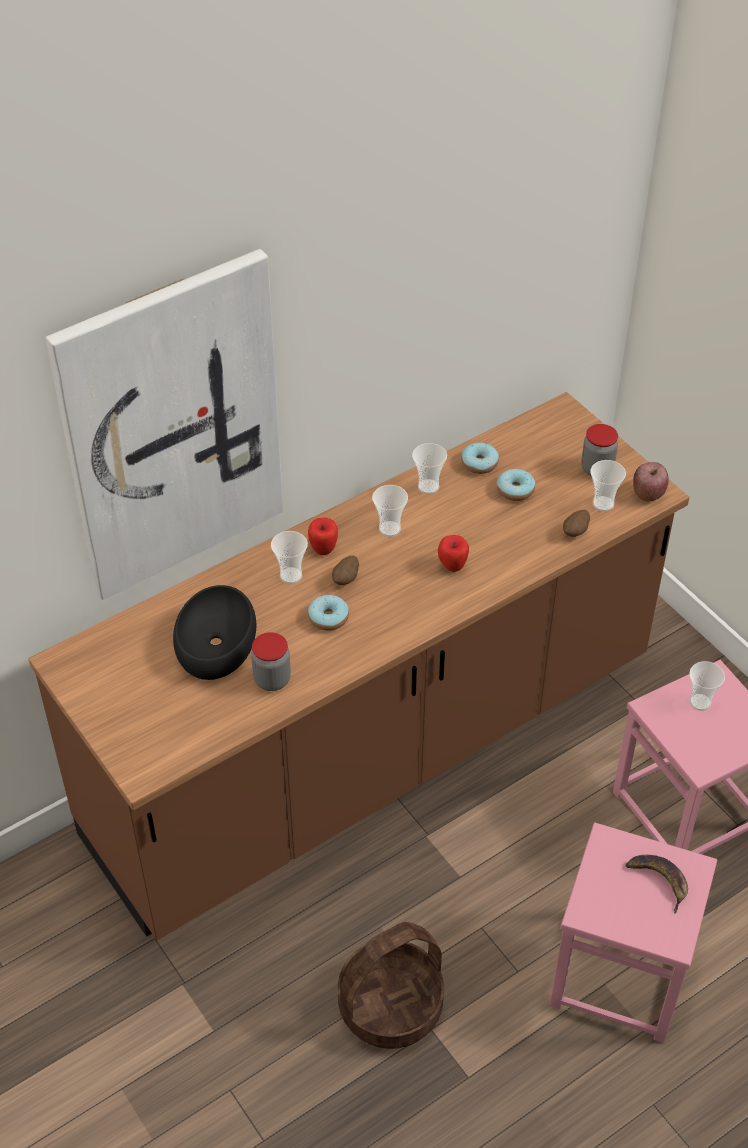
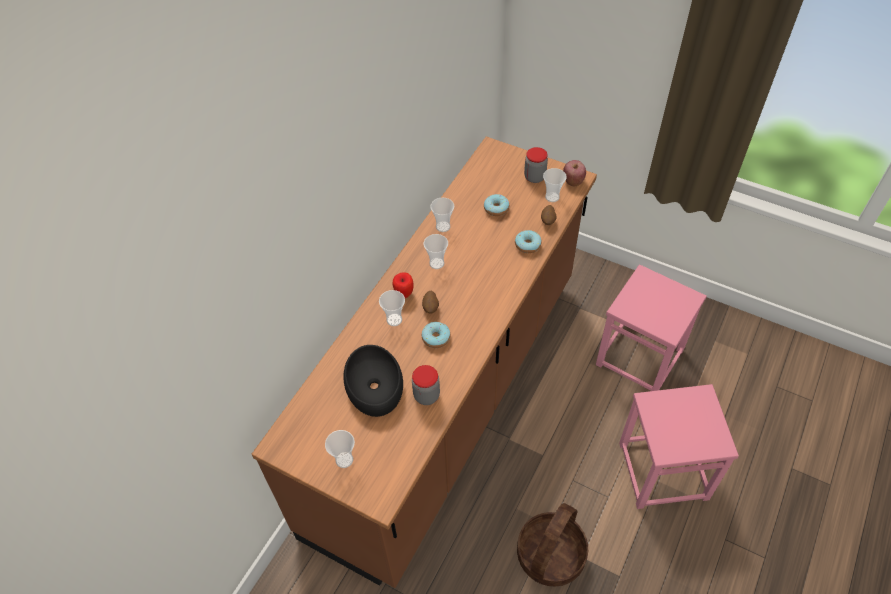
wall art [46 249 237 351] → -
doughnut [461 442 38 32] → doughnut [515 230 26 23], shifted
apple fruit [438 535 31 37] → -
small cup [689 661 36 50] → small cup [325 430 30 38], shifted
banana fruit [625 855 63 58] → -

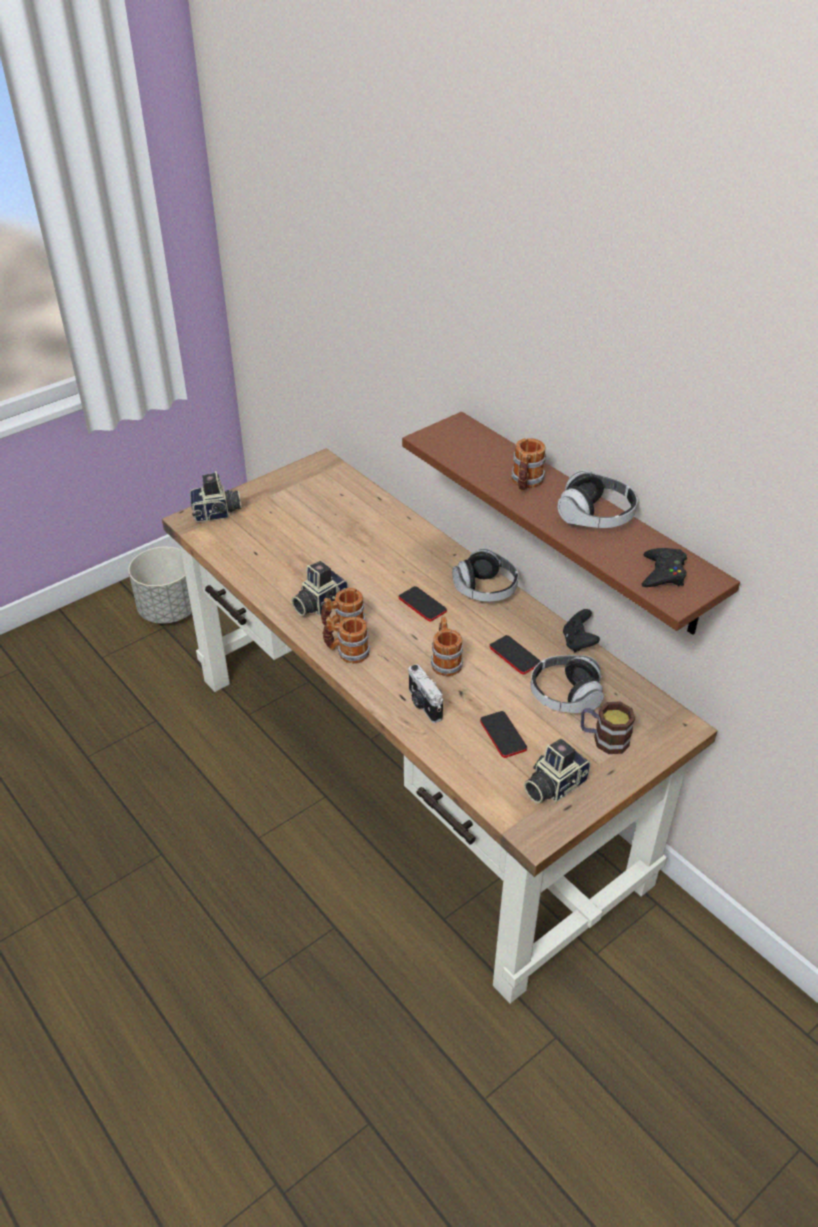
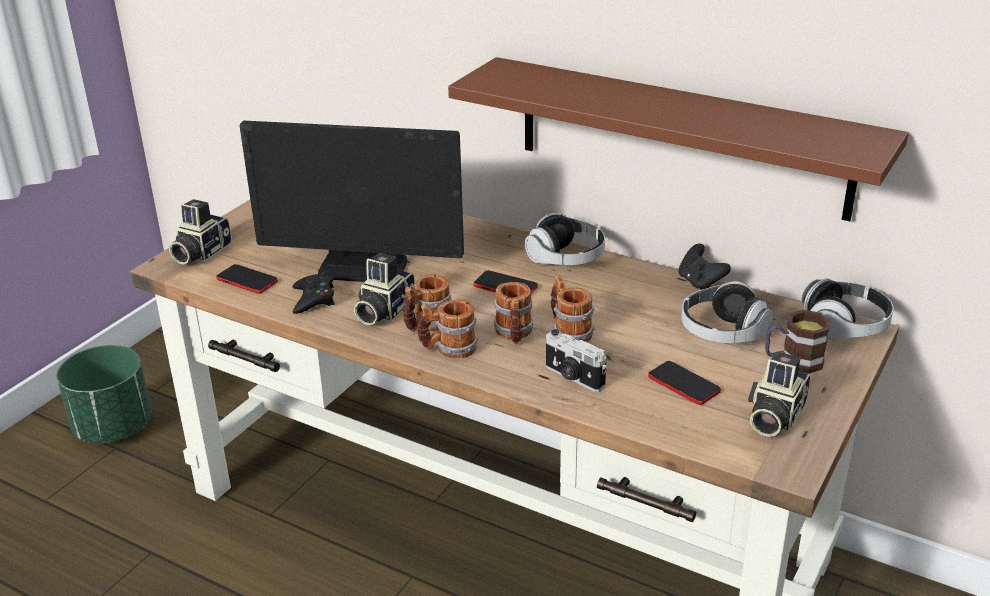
coffee mug [511 438 35 54] → coffee mug [494 282 39 62], shifted
pair of headphones [557 470 80 58] → pair of headphones [801 279 92 60], shifted
still camera [190 471 52 51] → still camera [169 199 63 65], 150 degrees clockwise
grey plant pot [128 547 64 77] → green-coloured plant pot [57 345 95 98]
black game controller [641 548 46 39] → black game controller [293 272 41 42], shifted
handset [489 635 52 40] → handset [216 264 62 30], shifted
- → computer display [240 121 224 161]

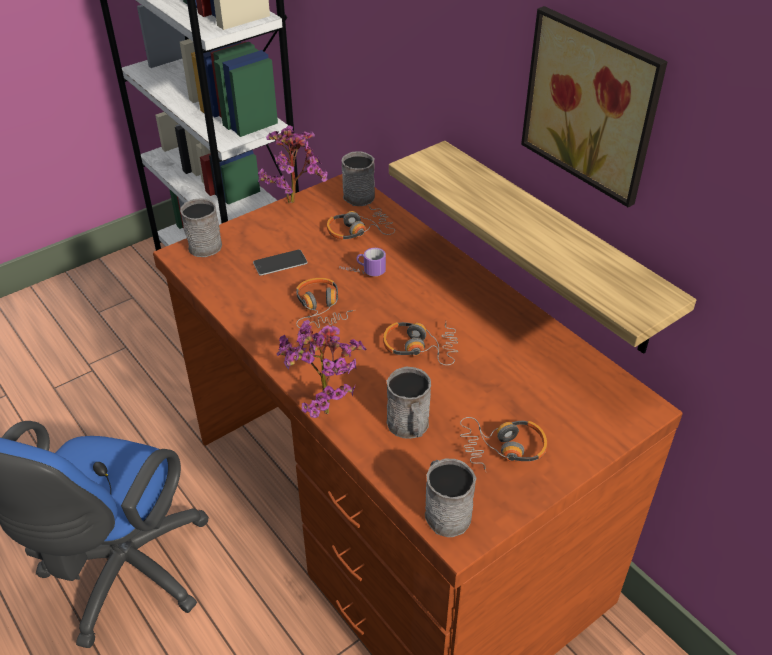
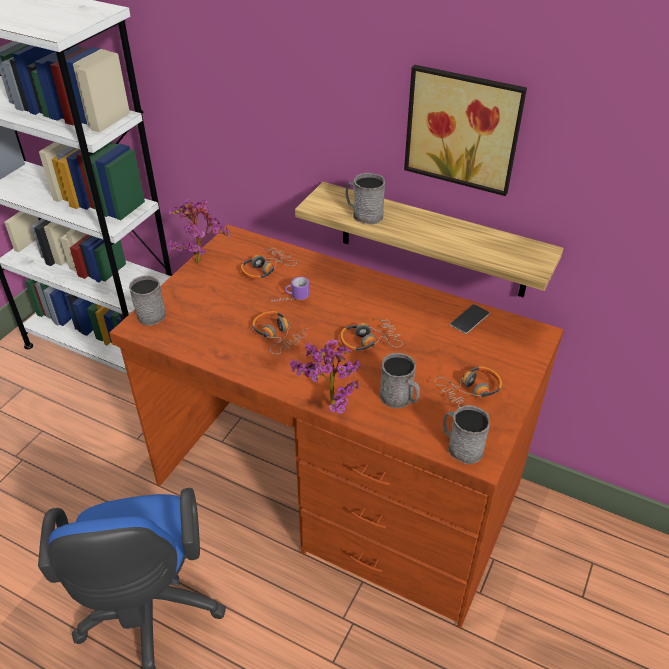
grey coffee mug [341 151 34 55] → grey coffee mug [346 173 39 52], shifted
handset [253 250 55 26] → handset [450 304 40 30], shifted

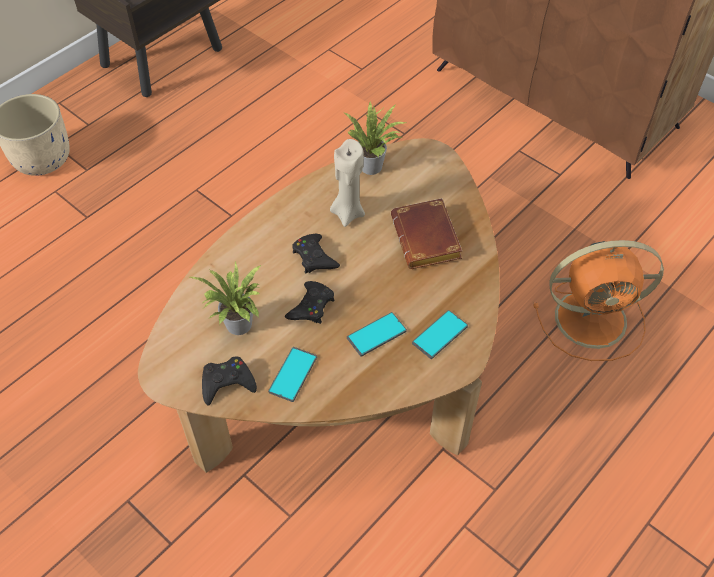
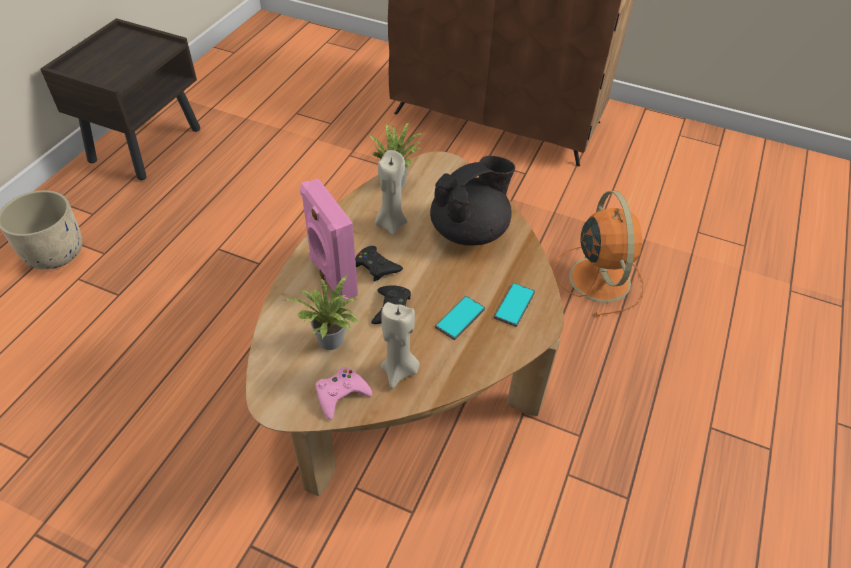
brown book [391 198 71 71] → black teapot [430 156 85 90]
orange-coloured fan [533 240 131 121] → orange-coloured fan [553 191 91 125], 75 degrees counterclockwise
handset [268 347 49 55] → beige-coloured wax light [381 302 39 87]
black game controller [202 356 55 49] → pinkish game controller [315 367 57 53]
- → pinkish audio speaker [300 178 58 124]

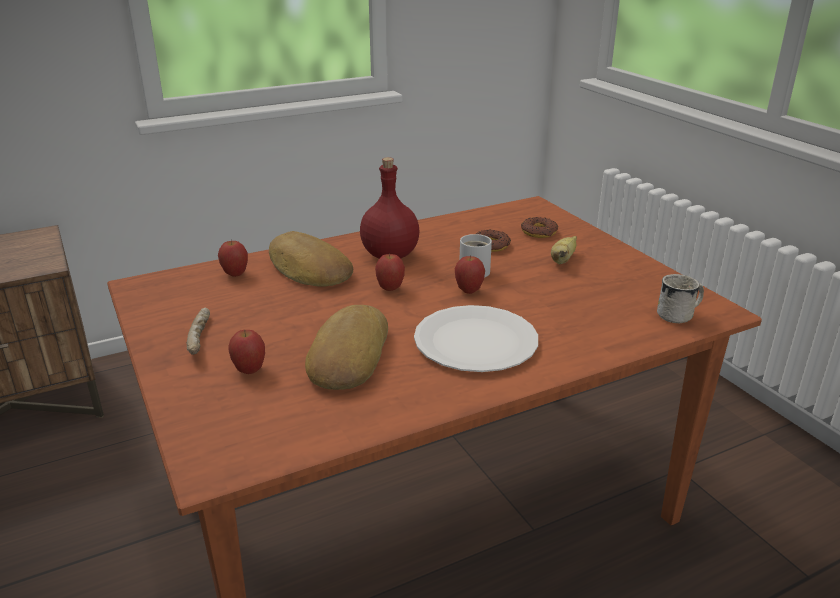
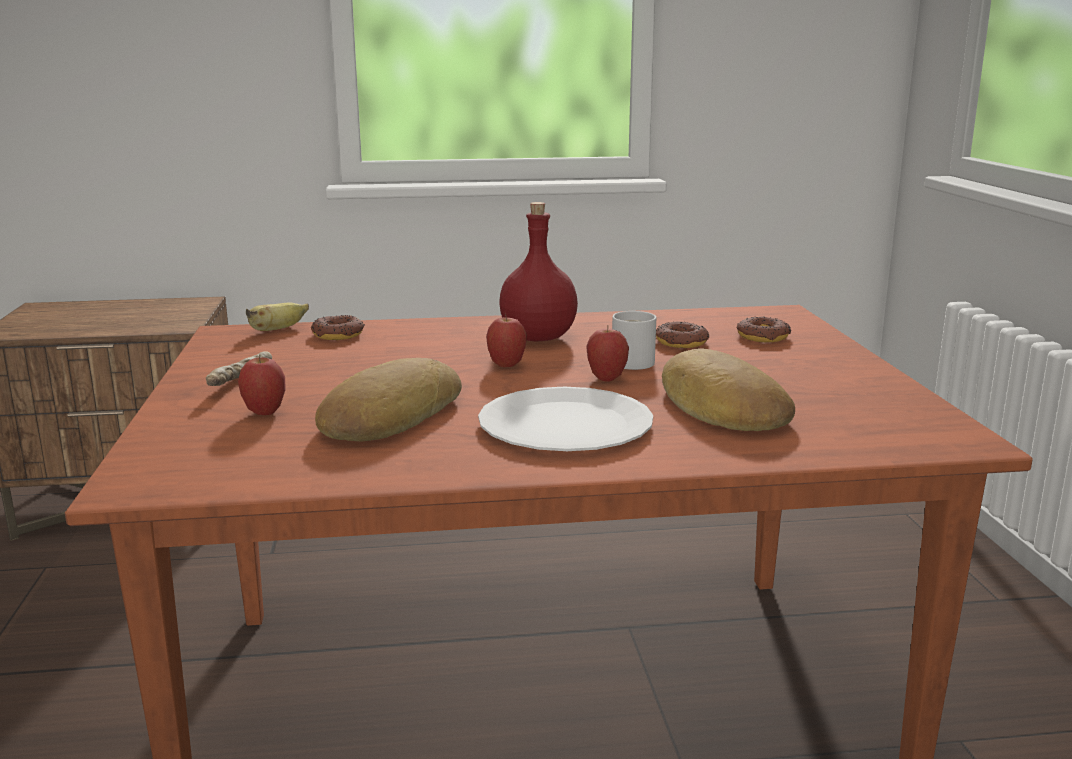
baked bread [269 231 84 56] → baked bread [662 348 133 83], shifted
banana fruit [551 236 26 28] → banana fruit [246 303 63 28], shifted
apple fruit [218 241 30 36] → doughnut [311 315 54 25]
whitish coffee mug [657 274 47 49] → -

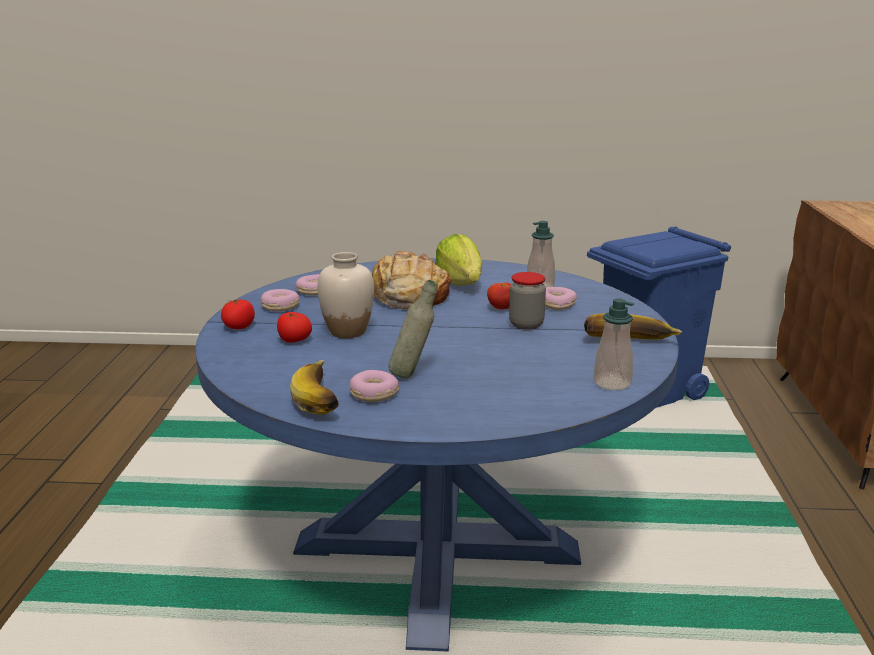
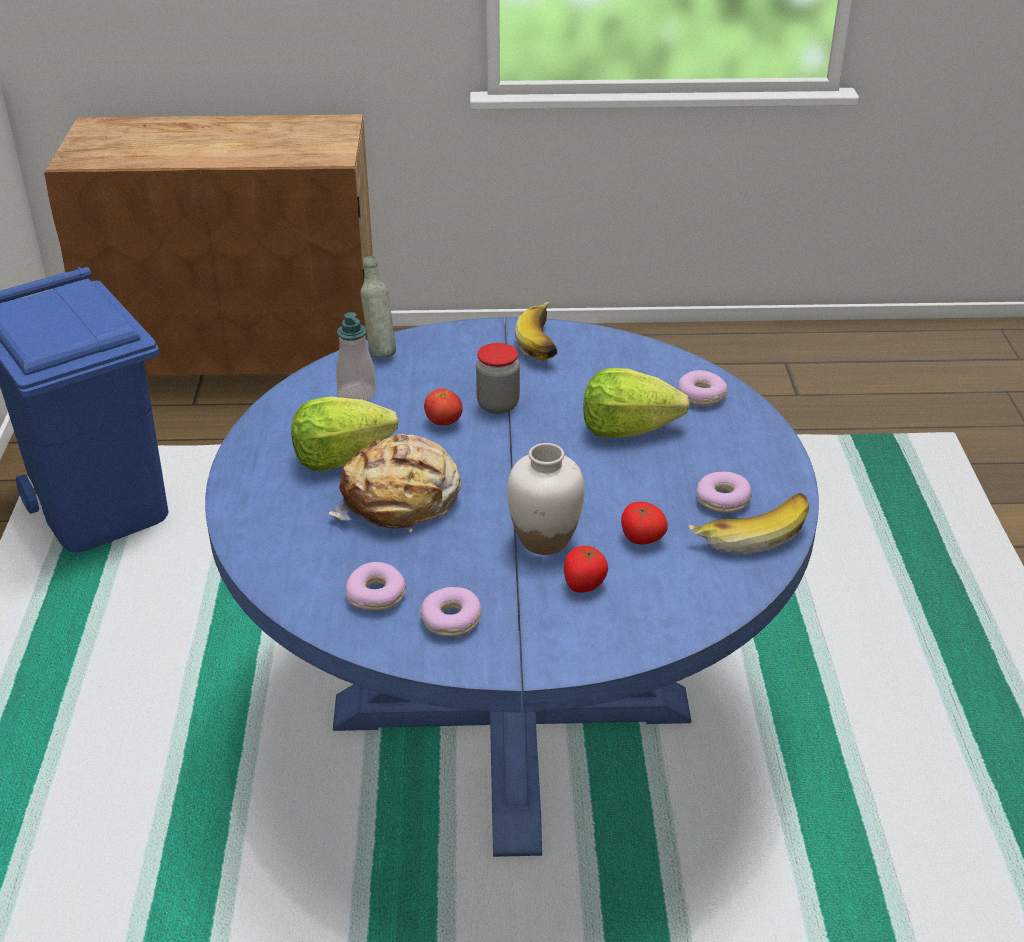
grey bottle [388 280 50 98] → grey bottle [360 256 36 102], shifted
doughnut [545 287 32 23] → doughnut [678 370 50 36], shifted
liquid soap bottle [594 298 40 93] → -
fresh tomato [221 299 34 30] → fresh tomato [621 502 47 43], shifted
- → lettuce [583 368 107 70]

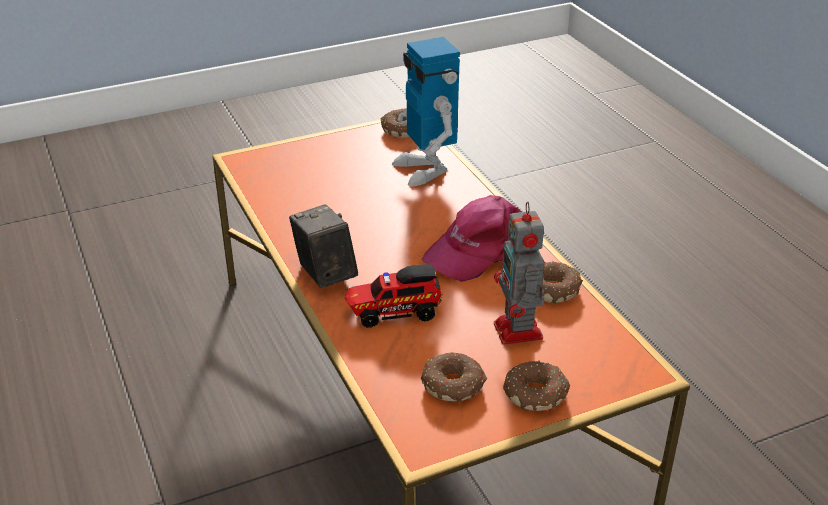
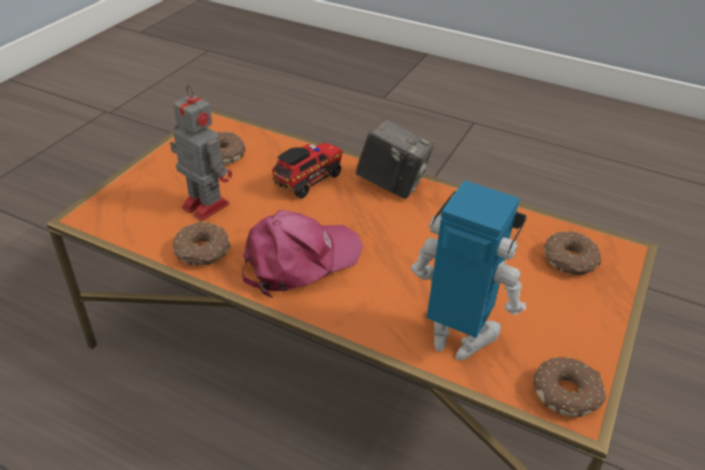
pinkish baseball cap [422 195 99 87] → pinkish baseball cap [242 210 121 88], 45 degrees clockwise
doughnut [503 360 67 51] → doughnut [544 231 57 44], shifted

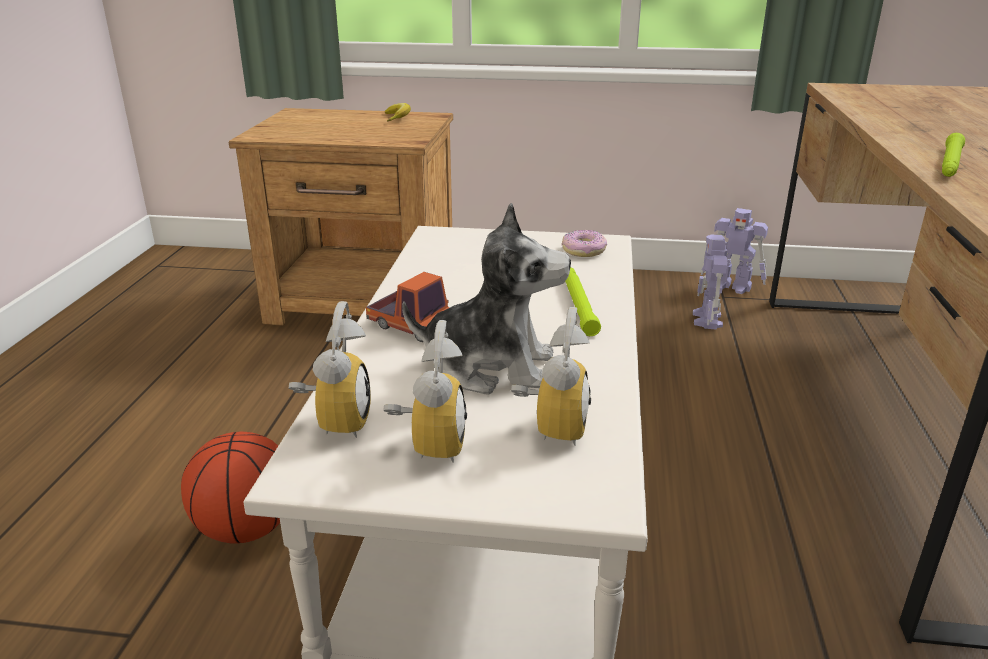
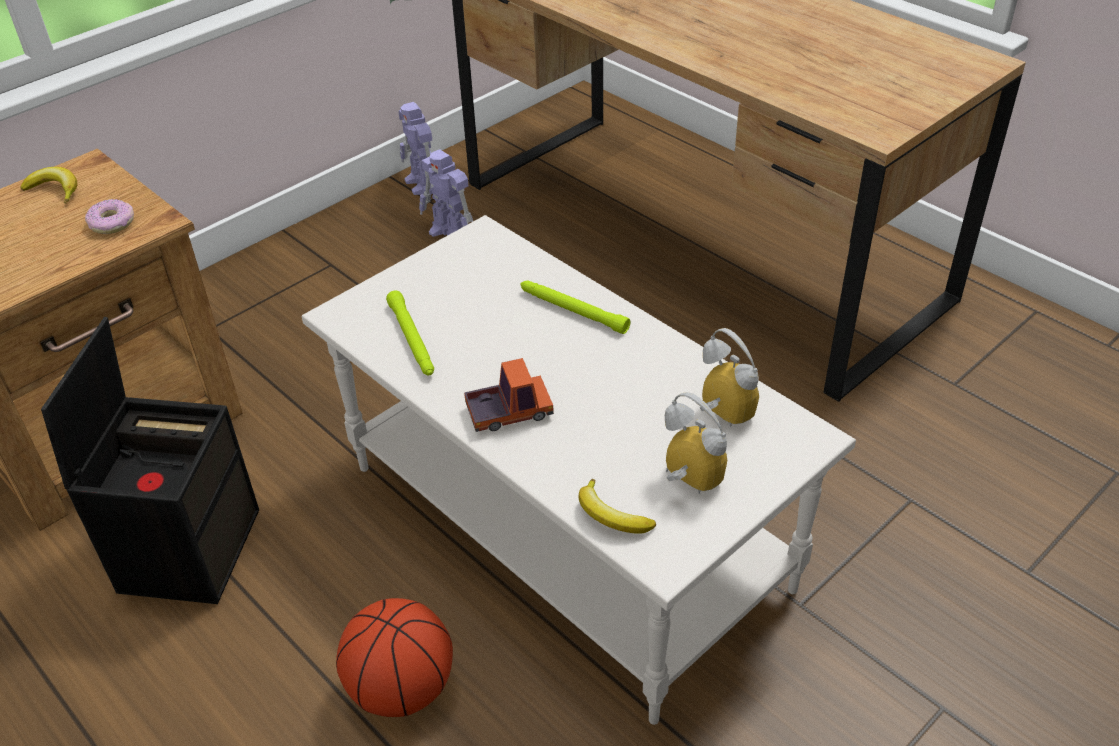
green-coloured torch [942 133 23 44] → green-coloured torch [386 291 48 85], shifted
cuddly toy [402 203 169 191] → -
robot figure [701 208 67 86] → robot figure [399 102 35 93], 90 degrees clockwise
doughnut [562 230 45 27] → doughnut [85 199 49 35], shifted
alarm clock [288 301 83 137] → banana fruit [579 479 77 55]
- → black storage box [41 317 218 287]

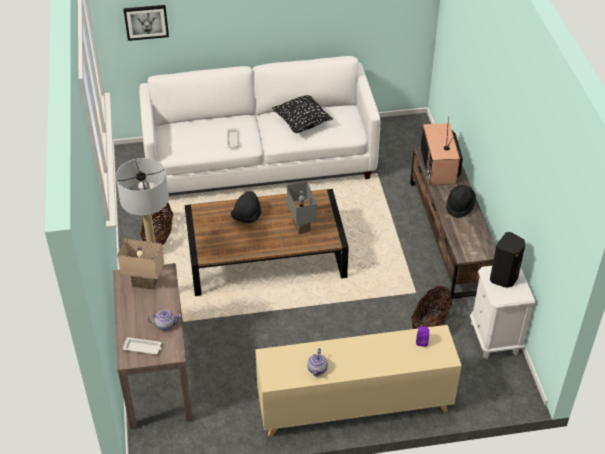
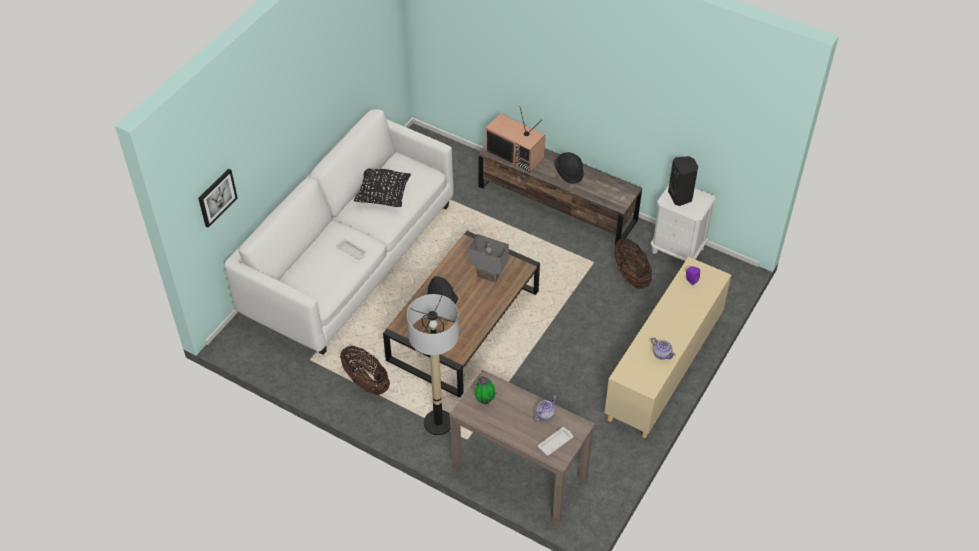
beige-coloured lamp for a table [117 238 47 52] → houseplant [475 376 21 28]

